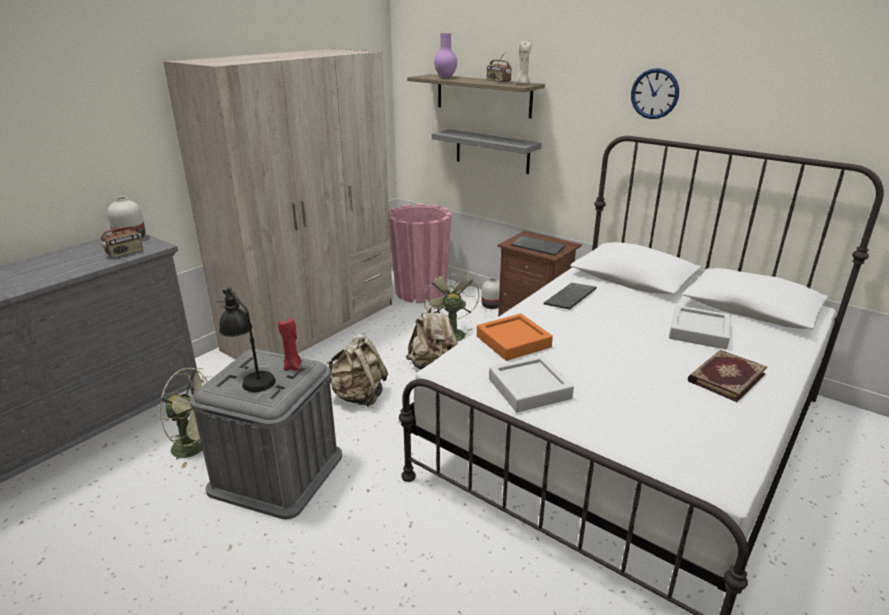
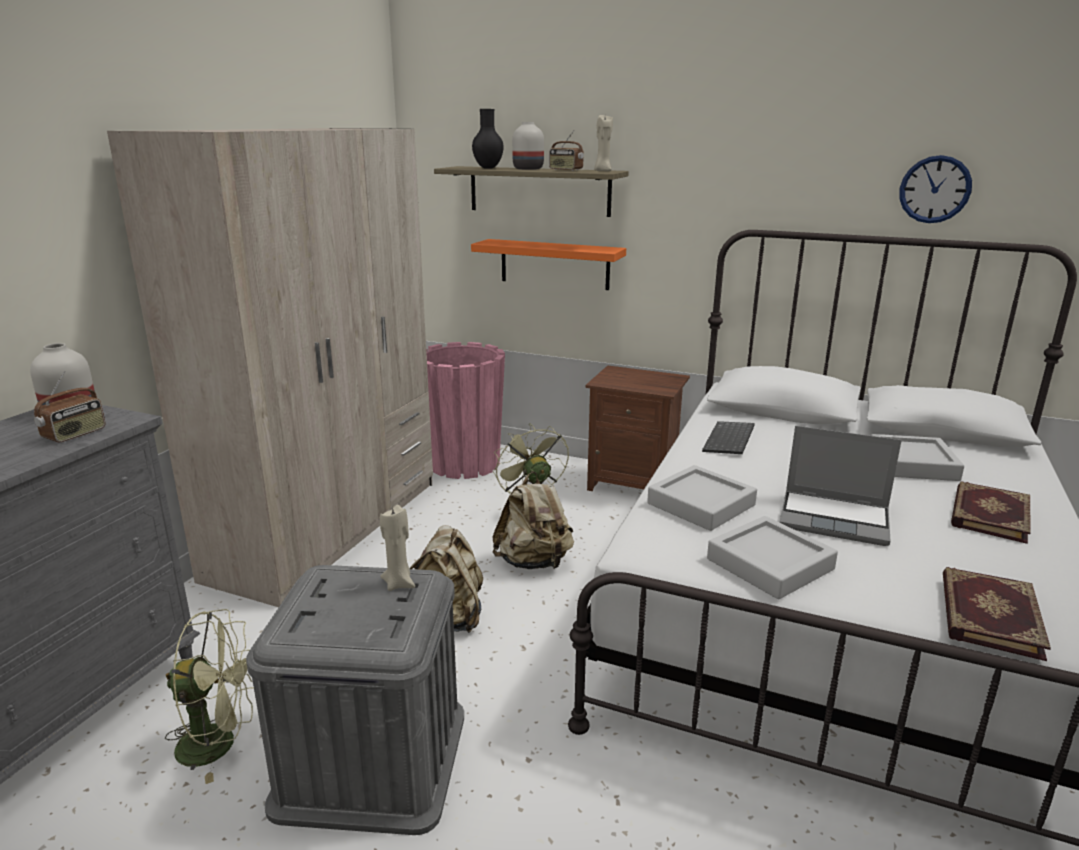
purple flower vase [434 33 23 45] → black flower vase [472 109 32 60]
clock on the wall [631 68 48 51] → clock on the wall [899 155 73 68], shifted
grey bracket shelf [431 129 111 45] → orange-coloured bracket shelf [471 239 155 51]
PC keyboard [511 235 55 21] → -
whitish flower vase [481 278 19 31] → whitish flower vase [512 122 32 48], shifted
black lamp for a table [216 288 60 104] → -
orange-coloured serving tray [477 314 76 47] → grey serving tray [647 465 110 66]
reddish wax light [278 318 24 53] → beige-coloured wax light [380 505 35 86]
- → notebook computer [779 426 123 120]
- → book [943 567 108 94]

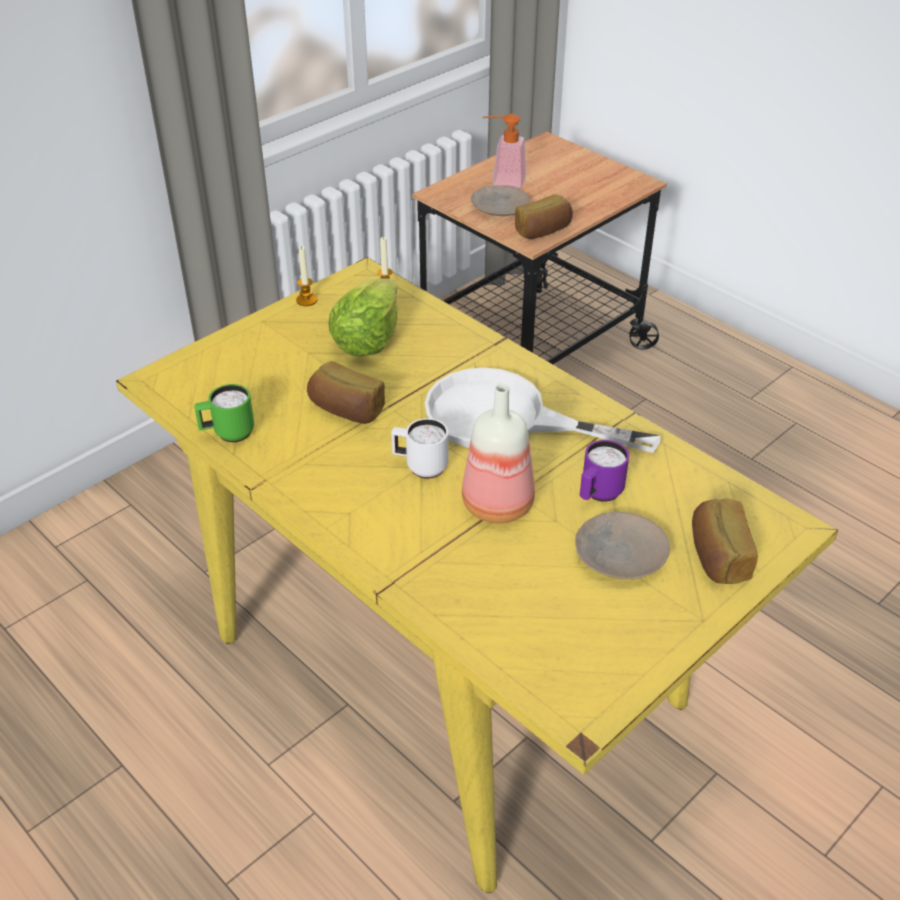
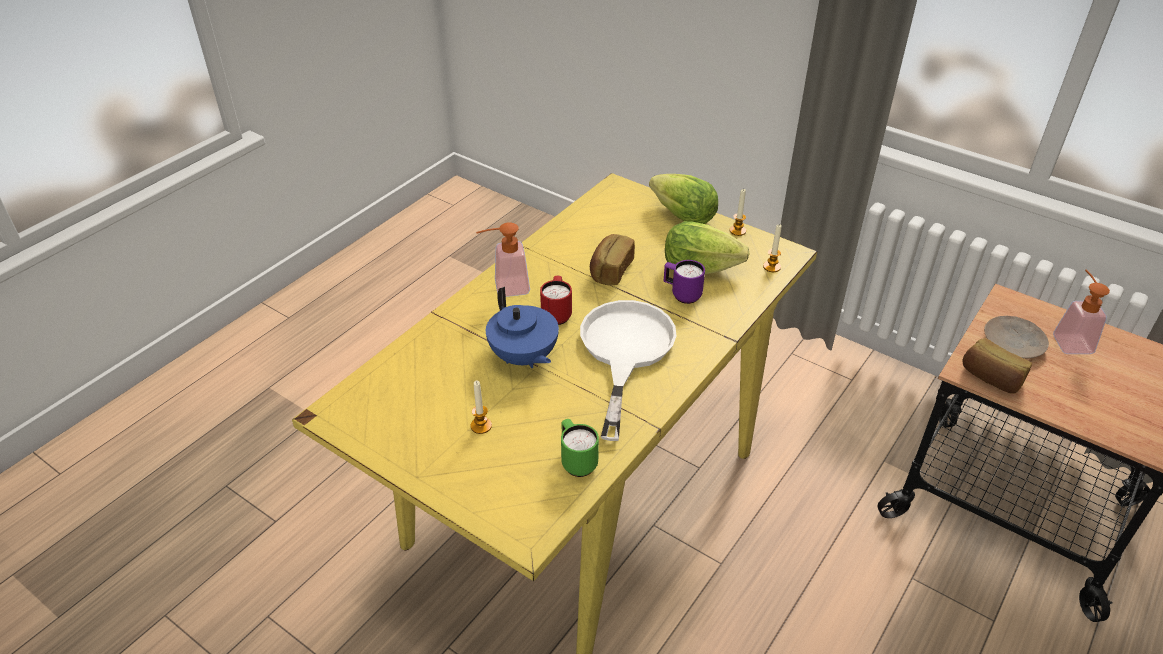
green-coloured coffee mug [194 384 60 58] → green-coloured coffee mug [561 419 38 58], shifted
bottle [462 384 73 139] → blue teapot [486 287 73 81]
whitish coffee mug [391 418 57 61] → reddish coffee mug [540 276 32 49]
purple coffee mug [580 440 49 62] → purple coffee mug [664 260 41 44], shifted
baked bread [692 498 66 86] → -
beige-coloured dinner plate [575 512 95 67] → wax light [471 380 21 54]
- → lettuce [649 174 69 50]
- → liquid soap bottle [476 222 54 75]

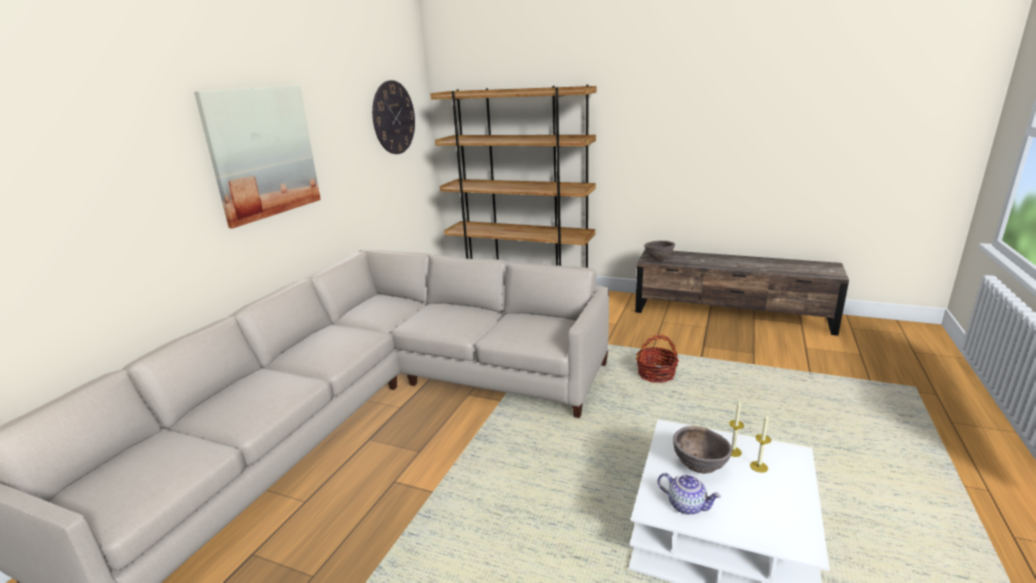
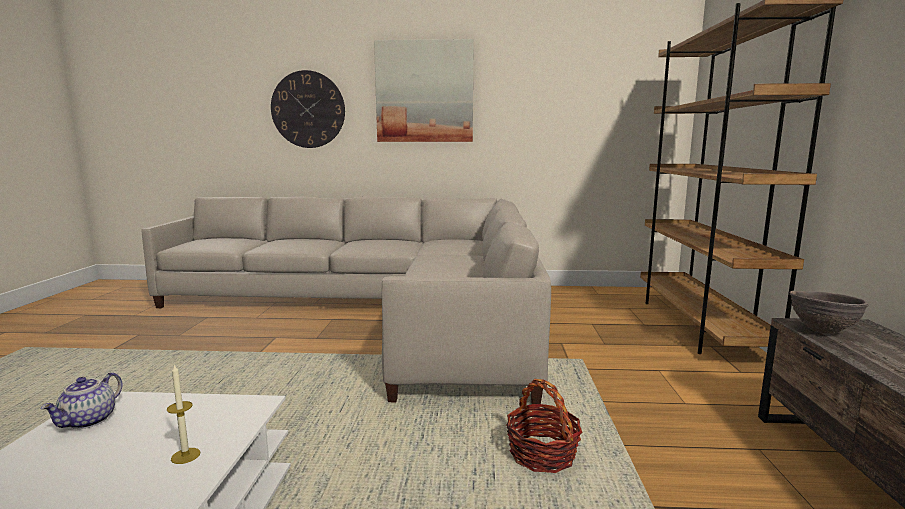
clock on the wall [372 80 43 74] → clock on the wall [271 70 74 78], shifted
wax light [750 415 21 58] → -
brown bowl [673 426 59 48] → -

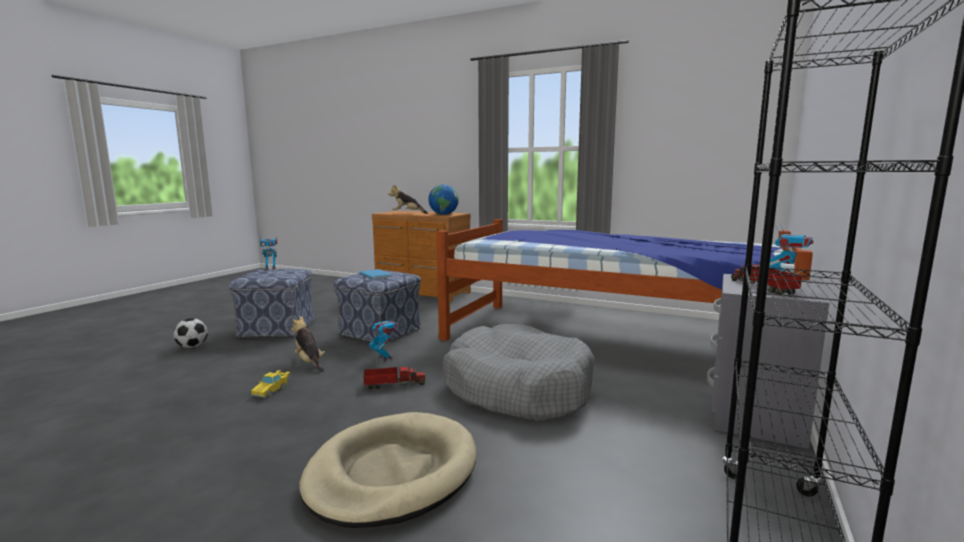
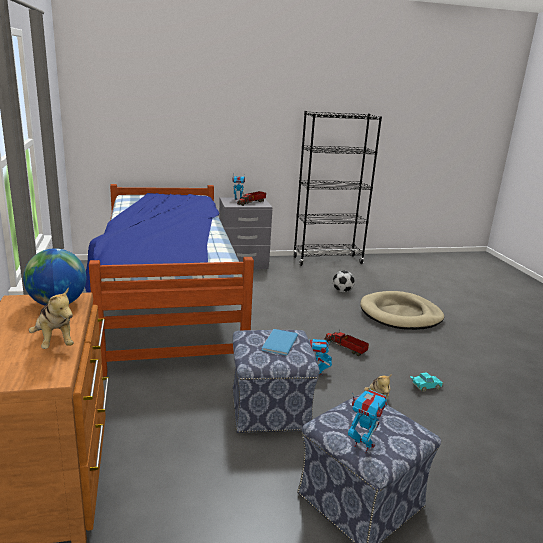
football [173 318 35 30] → football [333 271 22 21], shifted
grey dog bed [443 324 151 97] → -
yellow toy car [251 370 39 28] → turquoise-coloured toy car [410 372 33 20]

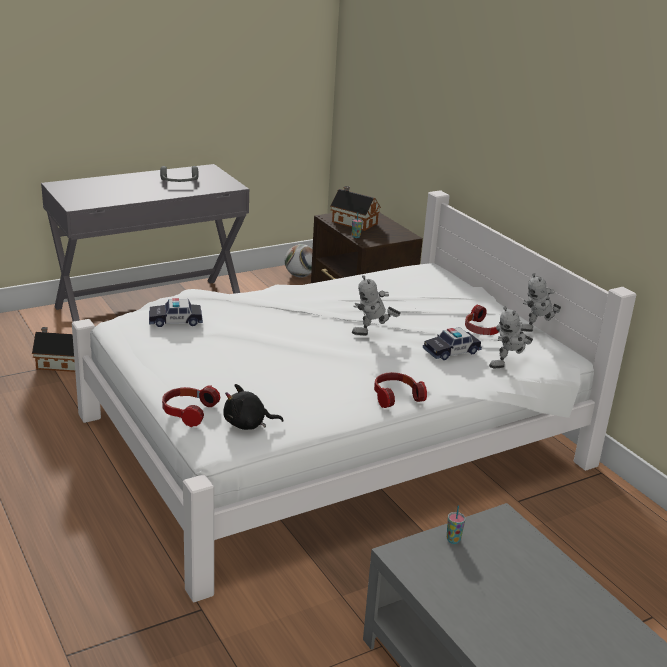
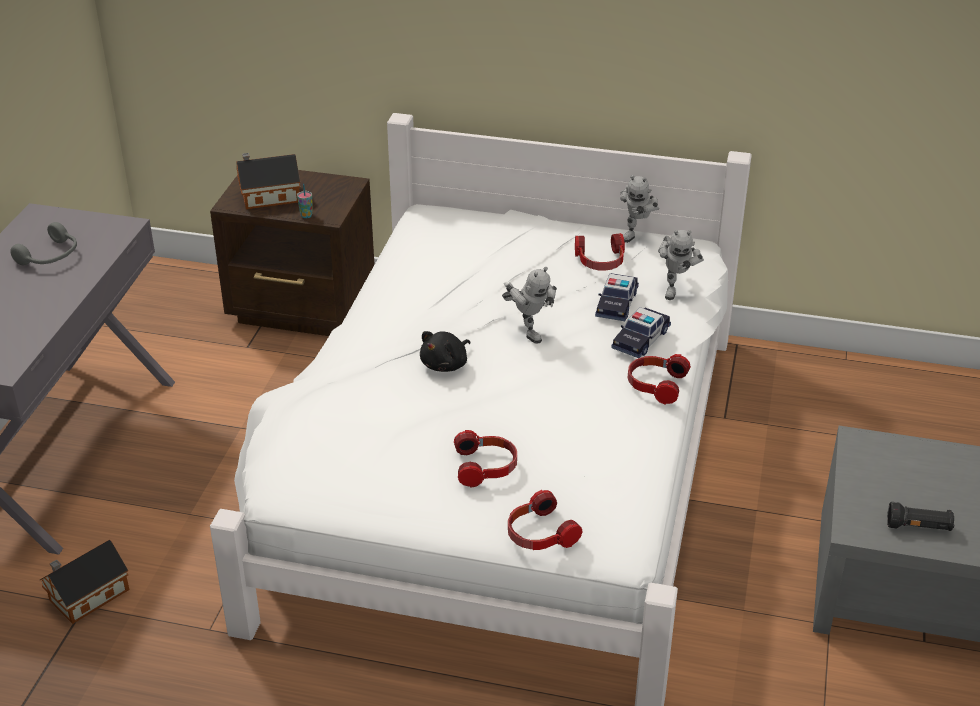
football [285 244 28 34] → -
robot figure [352 275 49 61] → robot figure [502 267 55 77], 60 degrees counterclockwise
toy car [149 298 54 29] → toy car [611 307 60 51], shifted
black cuddly toy [223 384 61 46] → black cuddly toy [420 331 50 41], shifted
small cup [447 505 19 39] → -
- → pair of headphones [454 430 63 58]
- → black torch [887 502 67 29]

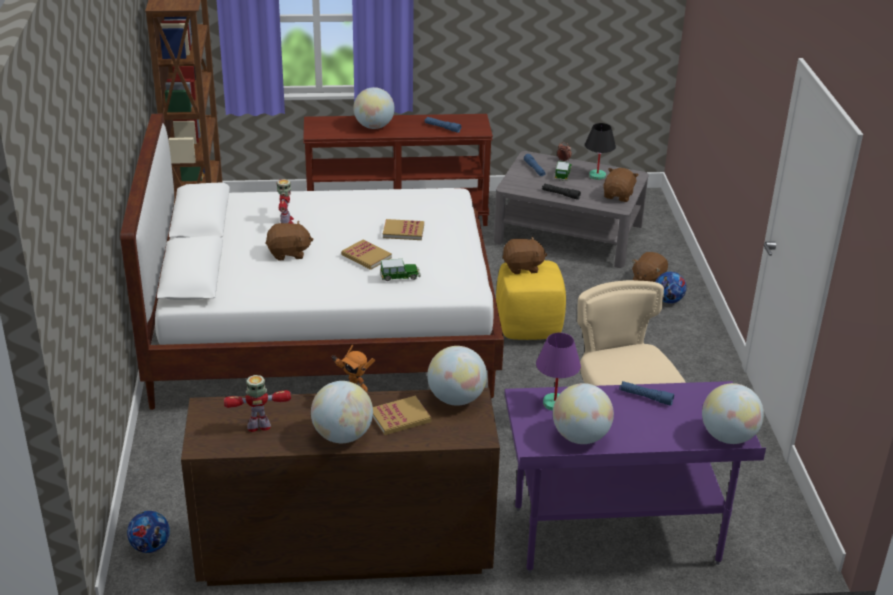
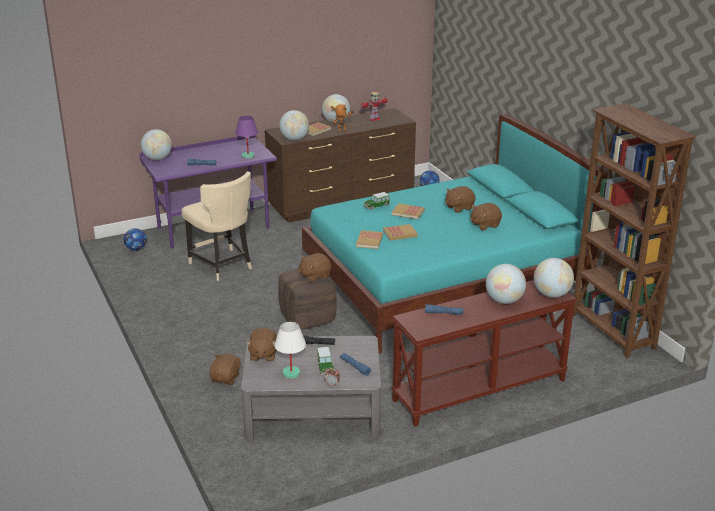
whitish bedroom bed [120 114 384 296] → turquoise-coloured bedroom bed [302 114 306 240]
black lamp for a table [585 123 31 57] → whitish lamp for a table [274 322 32 57]
robot figure [277 179 17 45] → brown cuddly toy [470 203 32 27]
yellow ottoman [496 260 70 80] → brown ottoman [278 268 59 61]
football [656 272 31 31] → football [124 228 22 23], shifted
globe [553 383 61 61] → globe [534 258 40 40], shifted
- → book [356 230 27 19]

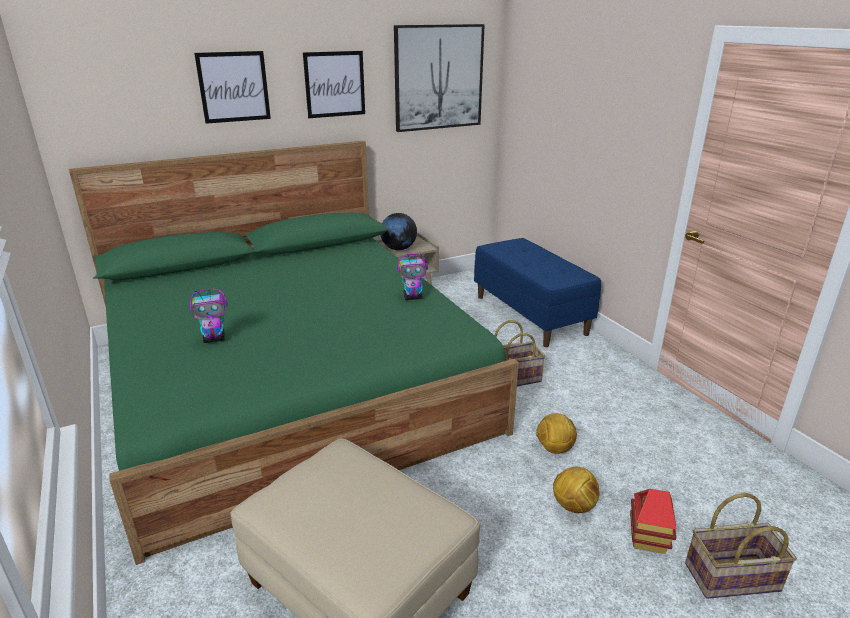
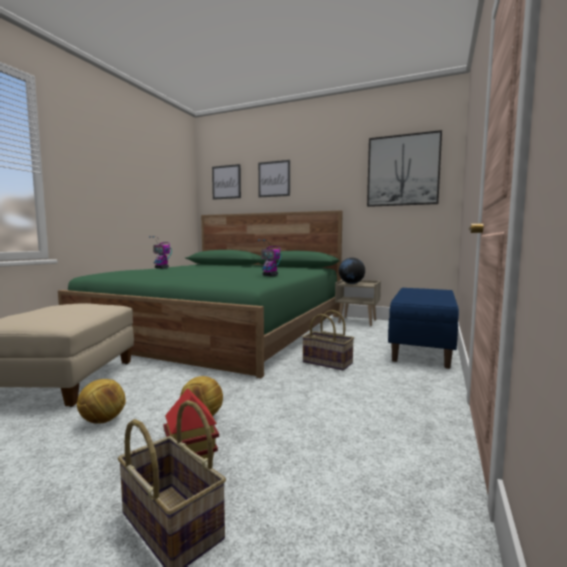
wall art [303 51 62 67] → wall art [212 164 29 36], shifted
football [536 413 41 41] → football [77 379 49 45], shifted

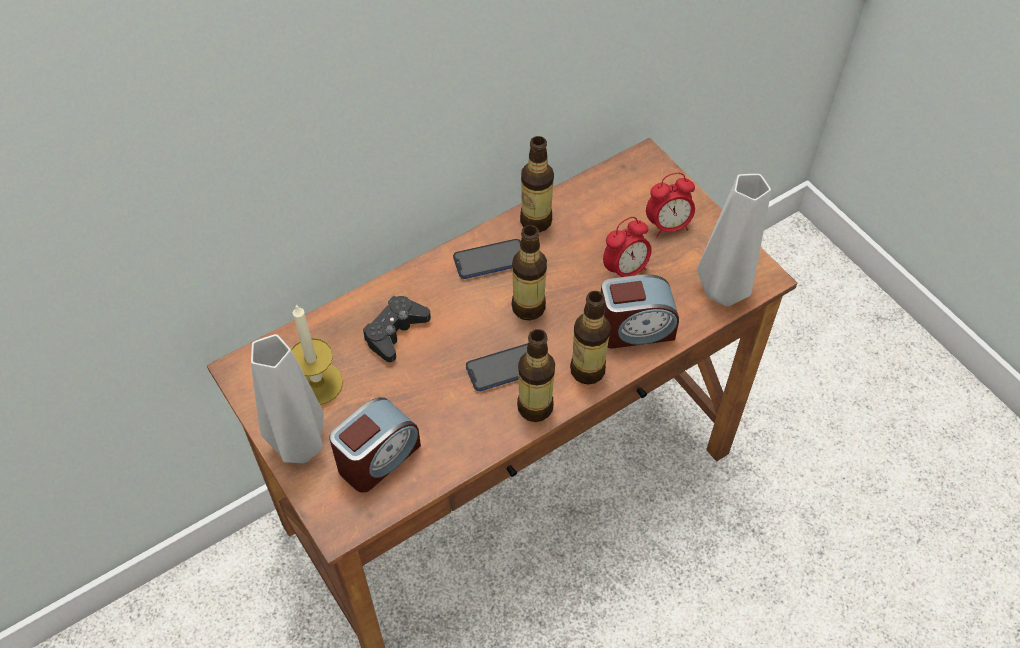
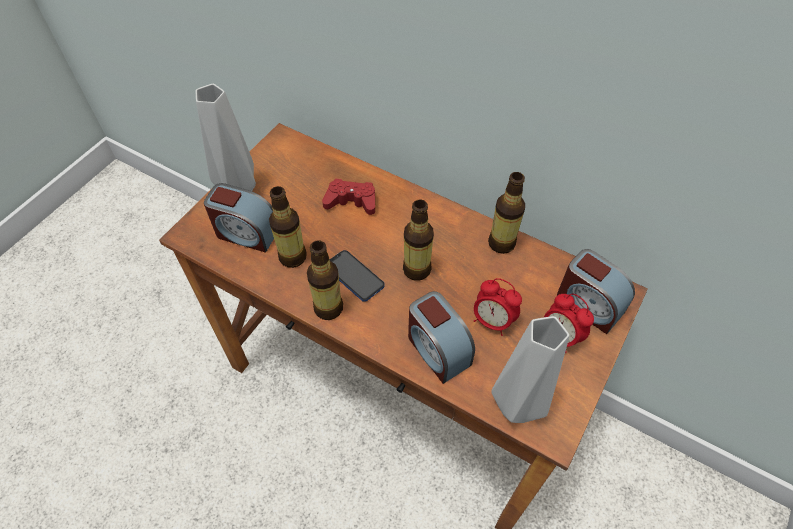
handset [453 239 68 40] → -
bottle [570 291 40 93] → bottle [269 186 38 82], shifted
black game controller [363 296 68 66] → reddish game controller [322 179 53 36]
wax light [291 304 52 101] → -
- → alarm clock [557 249 78 85]

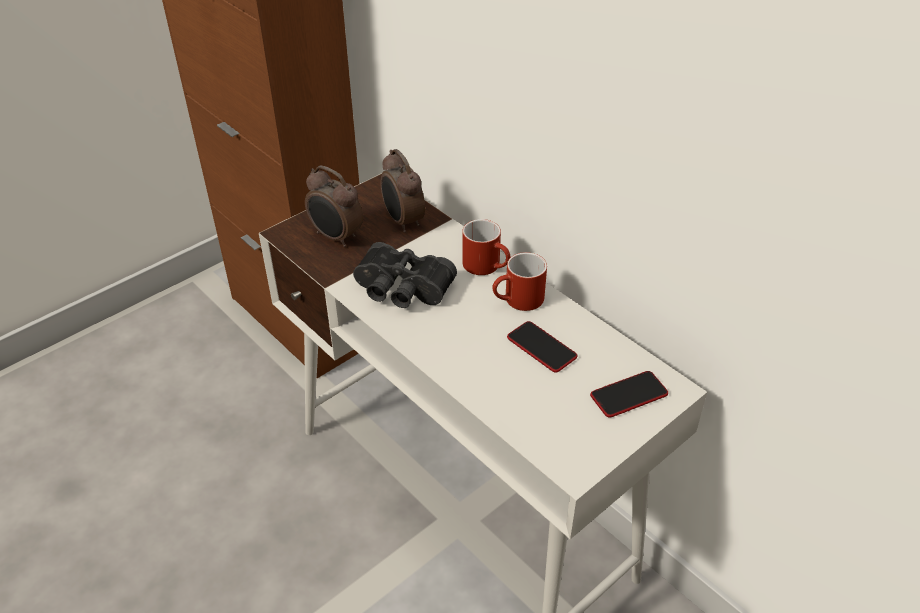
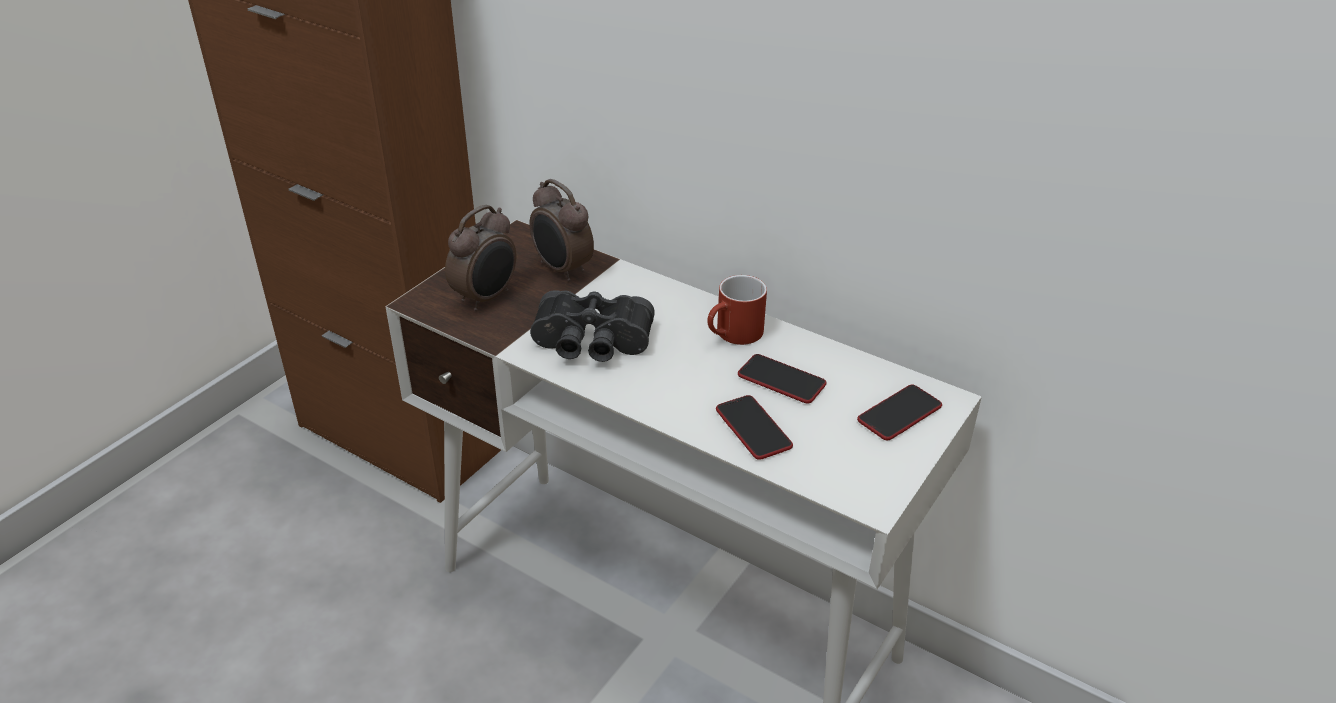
alarm clock [305 166 58 81] → alarm clock [445 205 71 106], 75 degrees counterclockwise
reddish coffee mug [462 219 48 56] → -
- → handset [716 395 77 65]

